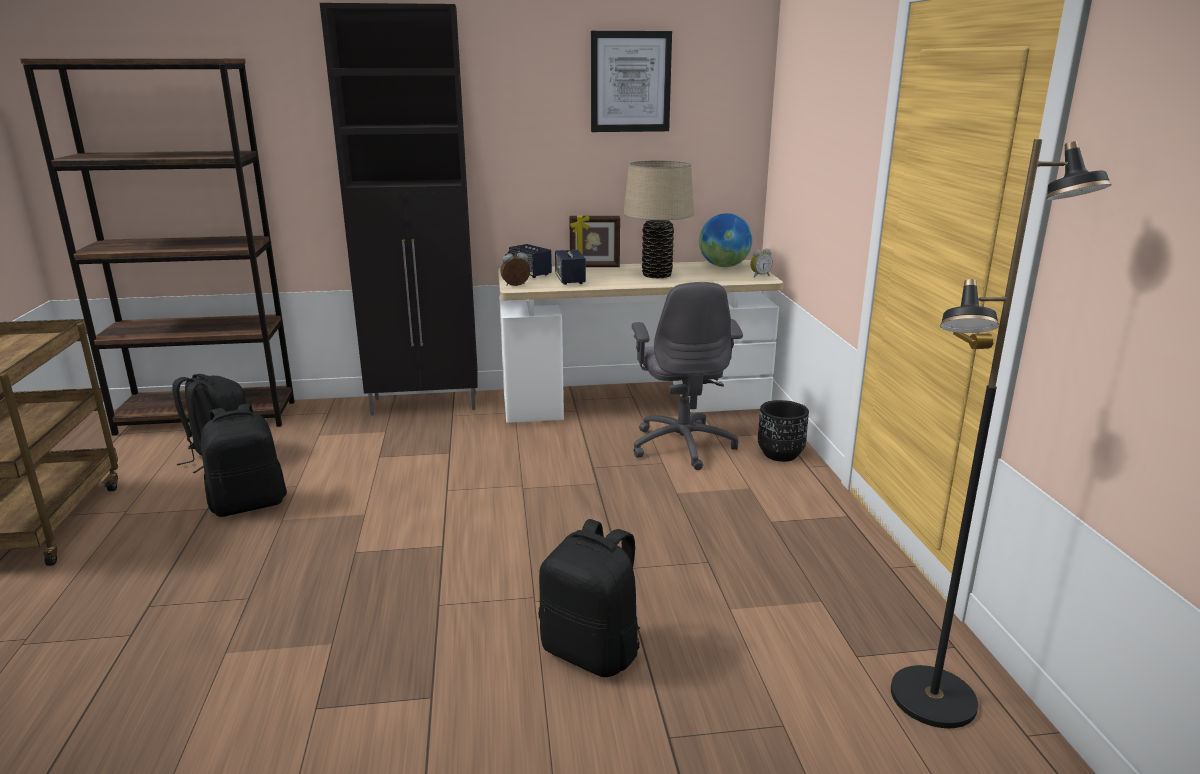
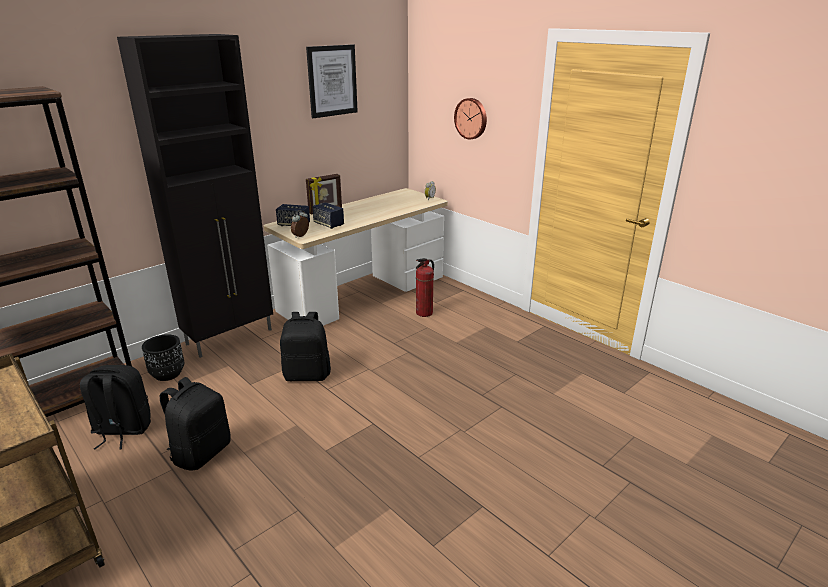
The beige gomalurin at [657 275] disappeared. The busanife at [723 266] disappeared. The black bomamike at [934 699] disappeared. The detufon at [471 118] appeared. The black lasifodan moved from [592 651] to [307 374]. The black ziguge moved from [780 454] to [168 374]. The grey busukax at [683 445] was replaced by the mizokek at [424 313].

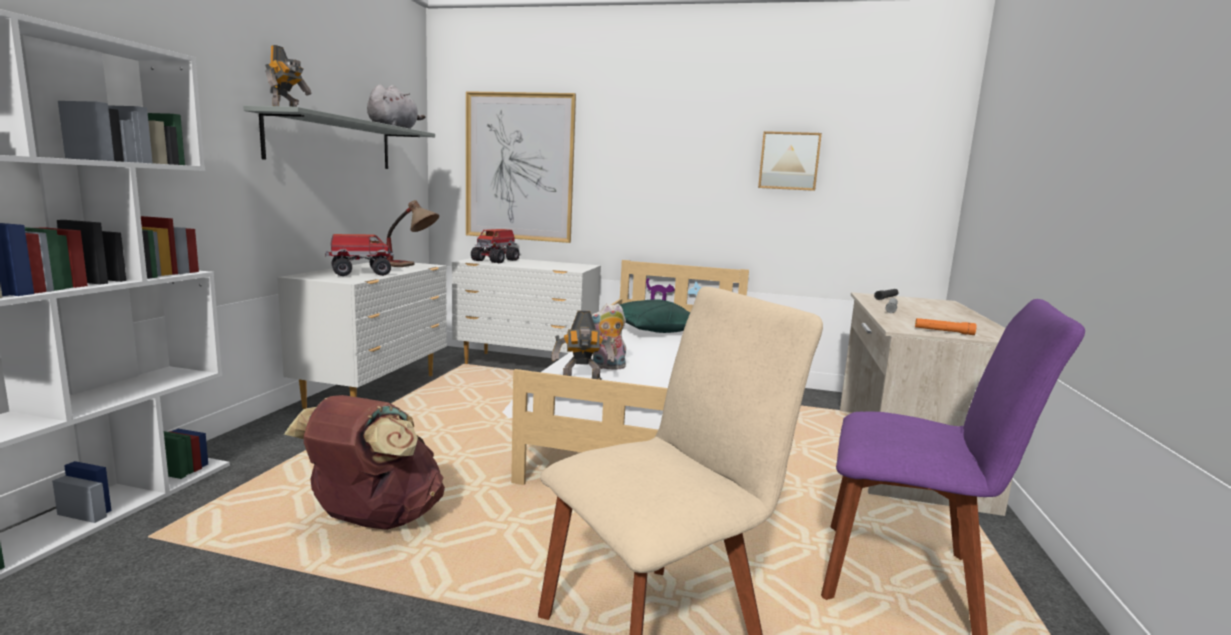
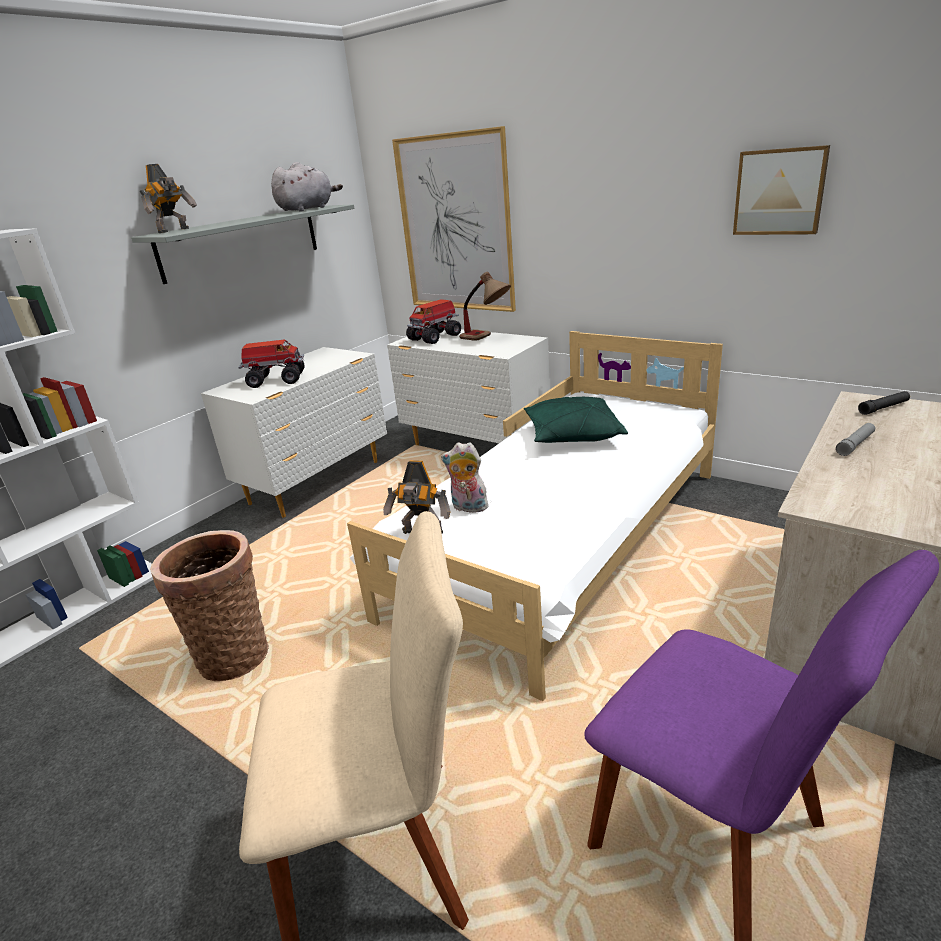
The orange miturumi at [943 331] disappeared. The gomalurin moved from [411 266] to [487 338]. The brown lasifodan at [374 520] was replaced by the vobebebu at [233 654].

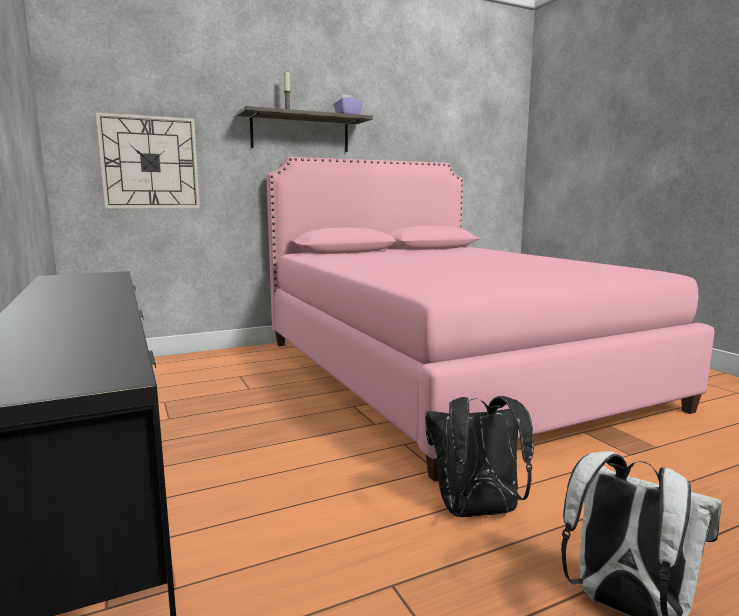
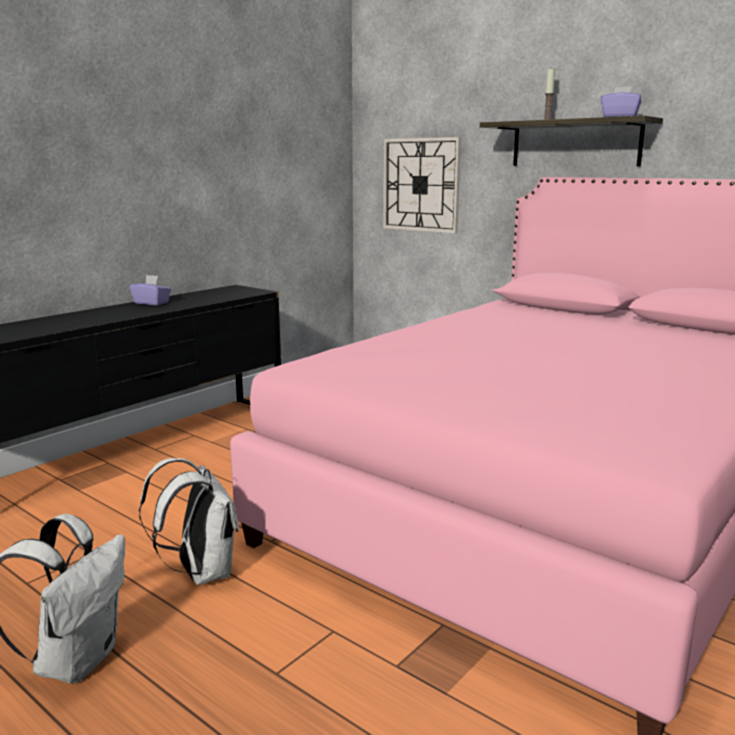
The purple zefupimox at [152 303] appeared. The black lasifodan at [476 512] became the white lasifodan at [200 572].

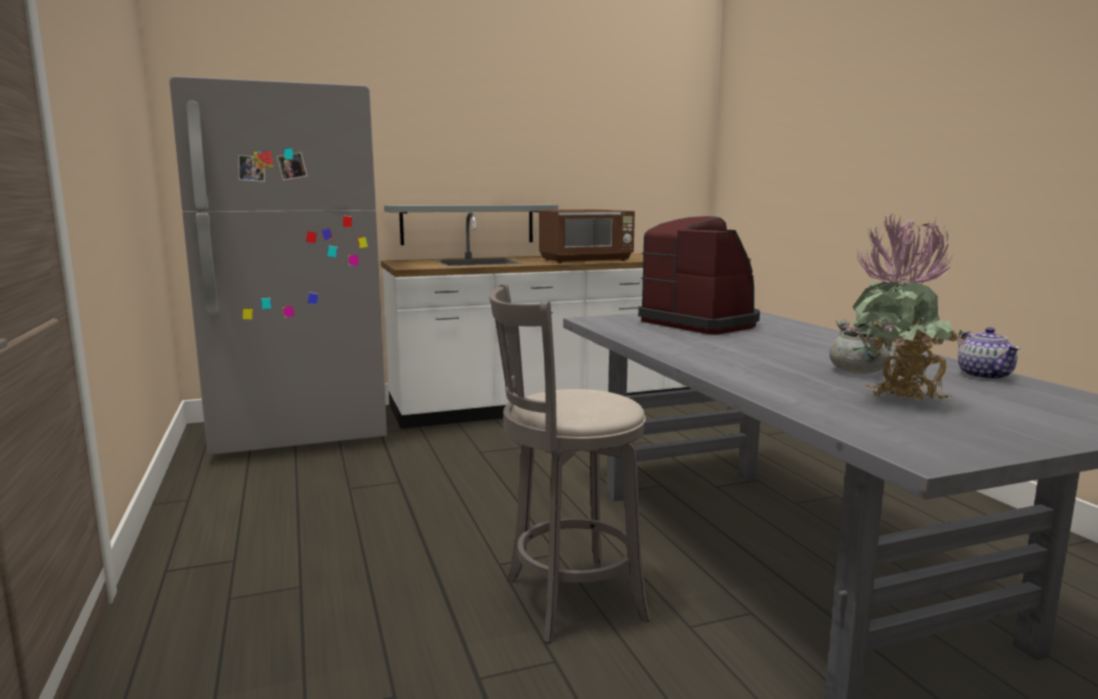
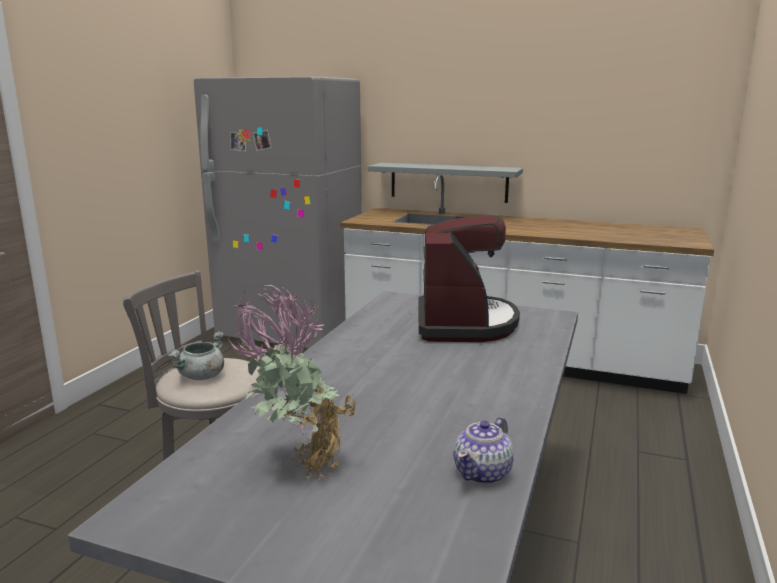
The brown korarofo at [587 260] disappeared. The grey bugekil moved from [859 372] to [201 377].

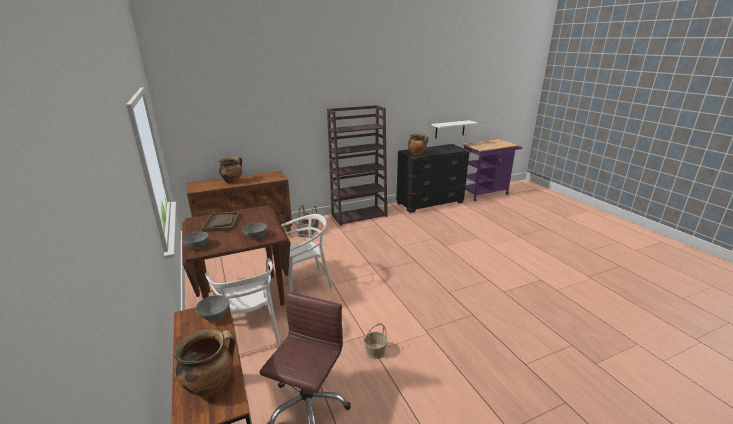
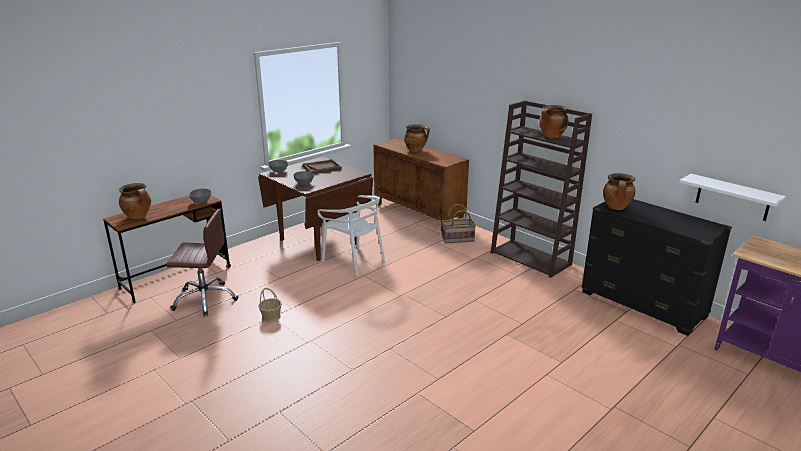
The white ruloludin at [250 333] disappeared. The bugekil at [551 137] appeared.

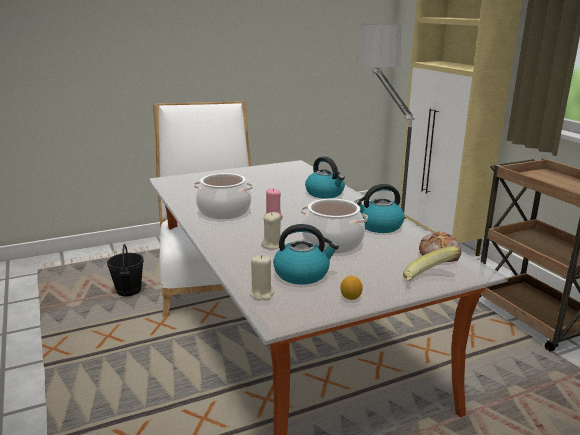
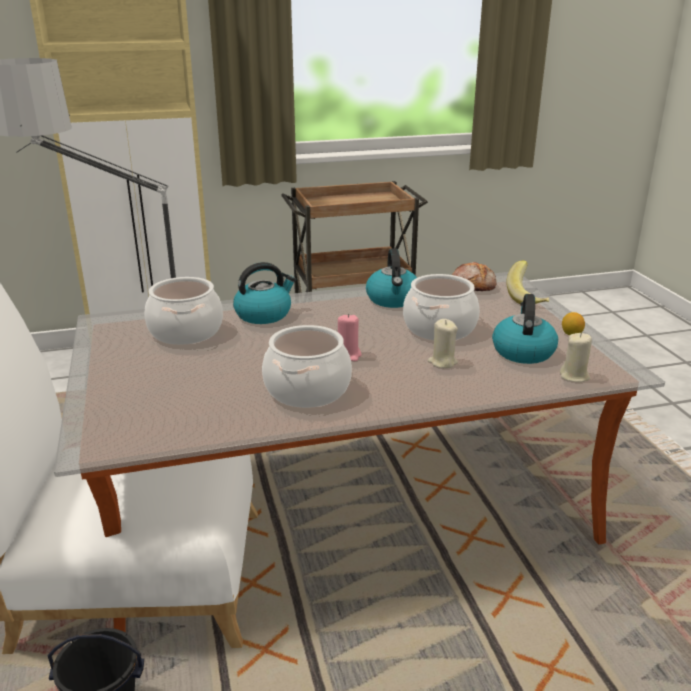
The bugekil at [185 331] appeared.

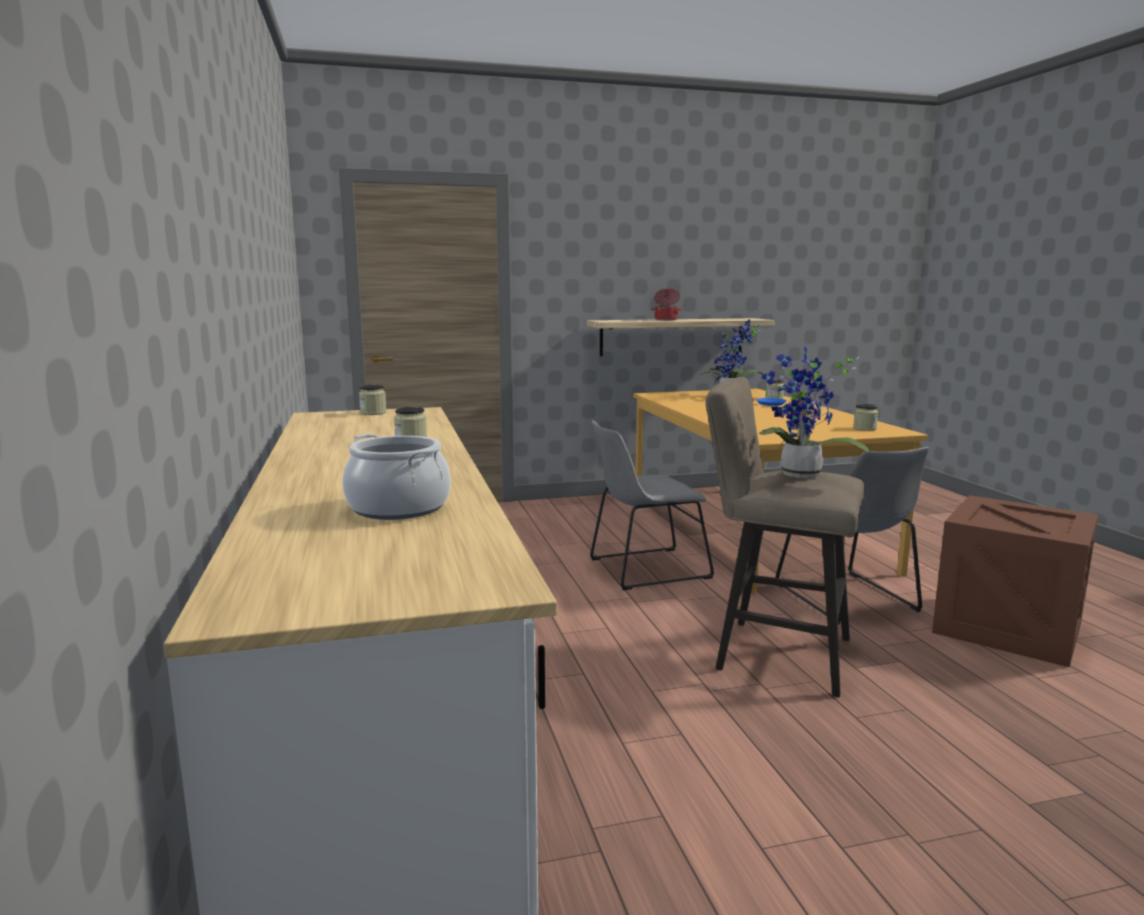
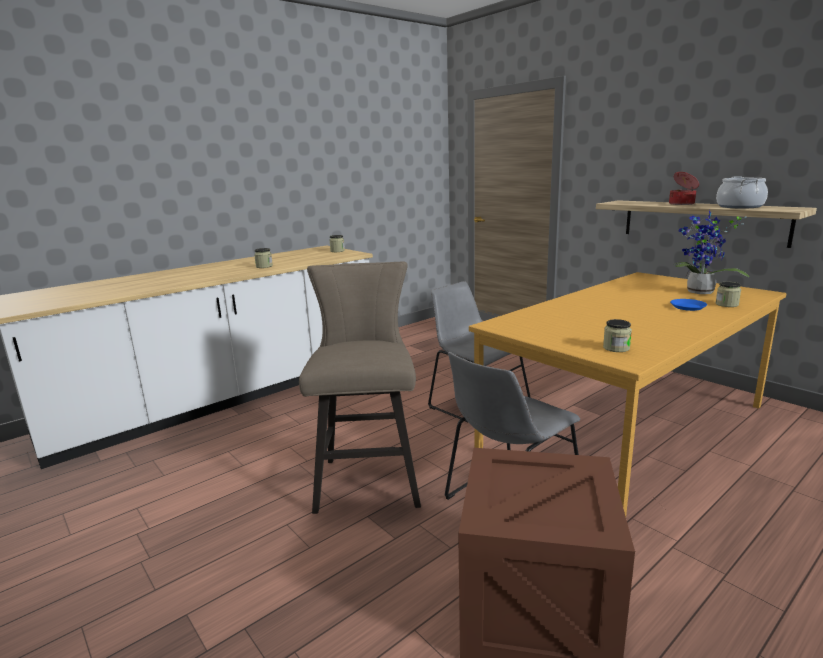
The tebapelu at [799 476] disappeared. The bugekil moved from [399 508] to [740 206].

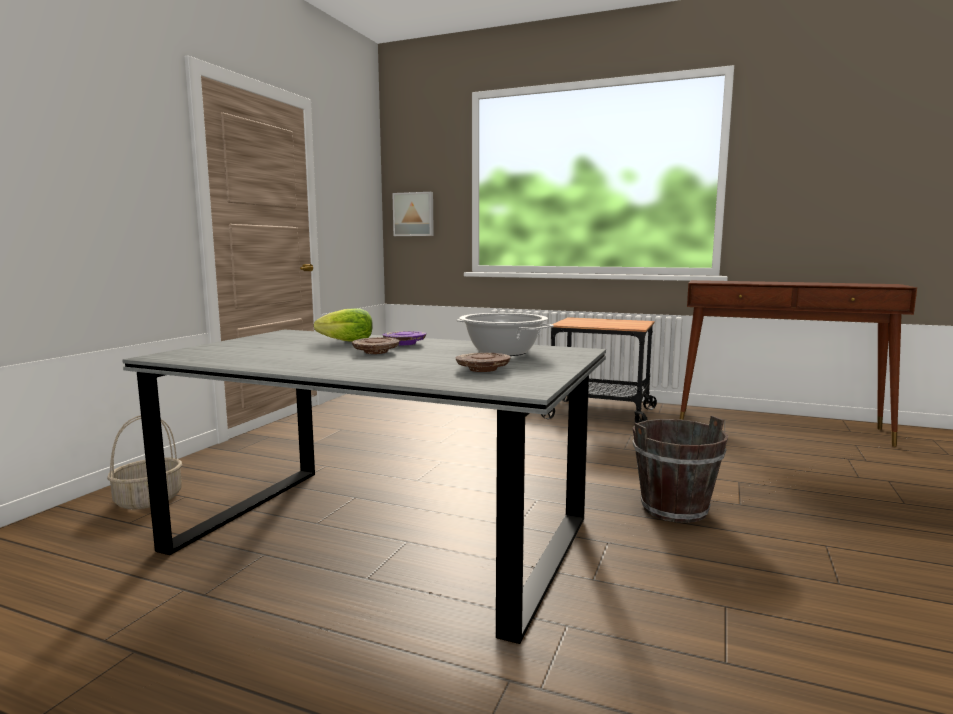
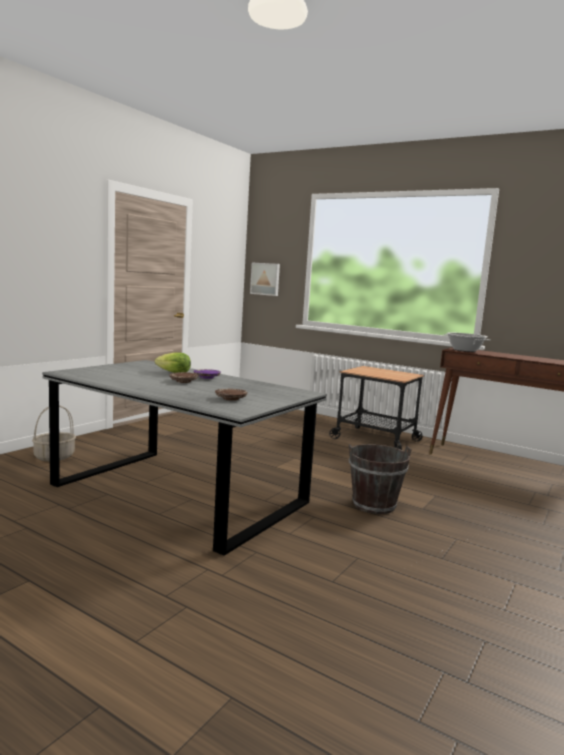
The bugekil moved from [503 352] to [465 350].

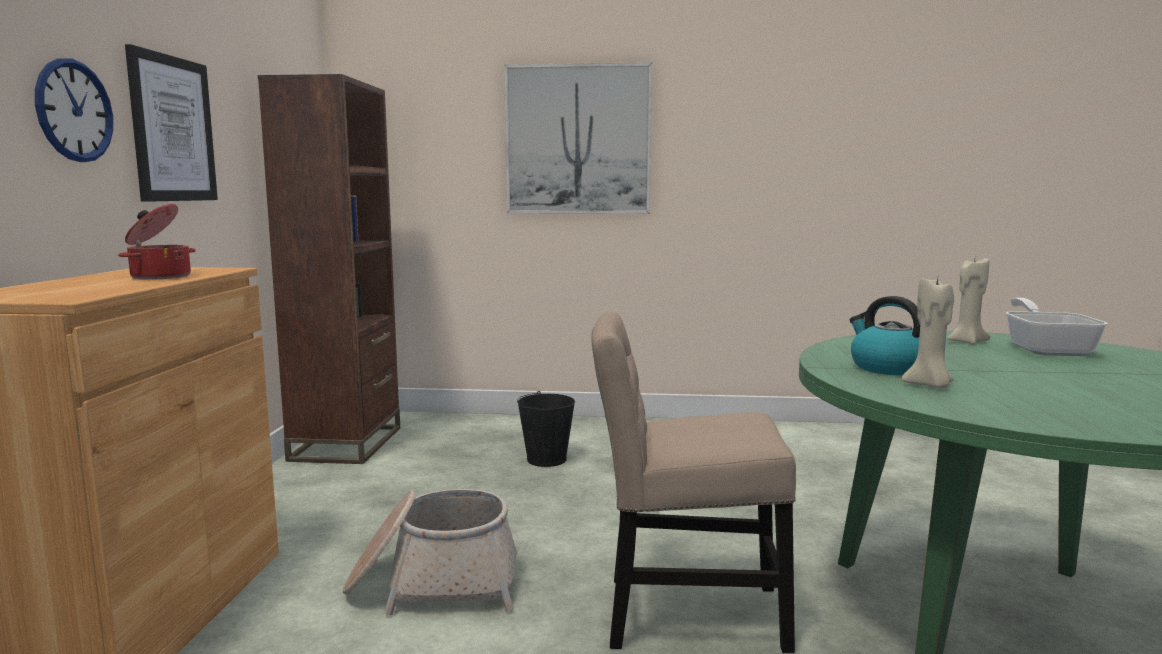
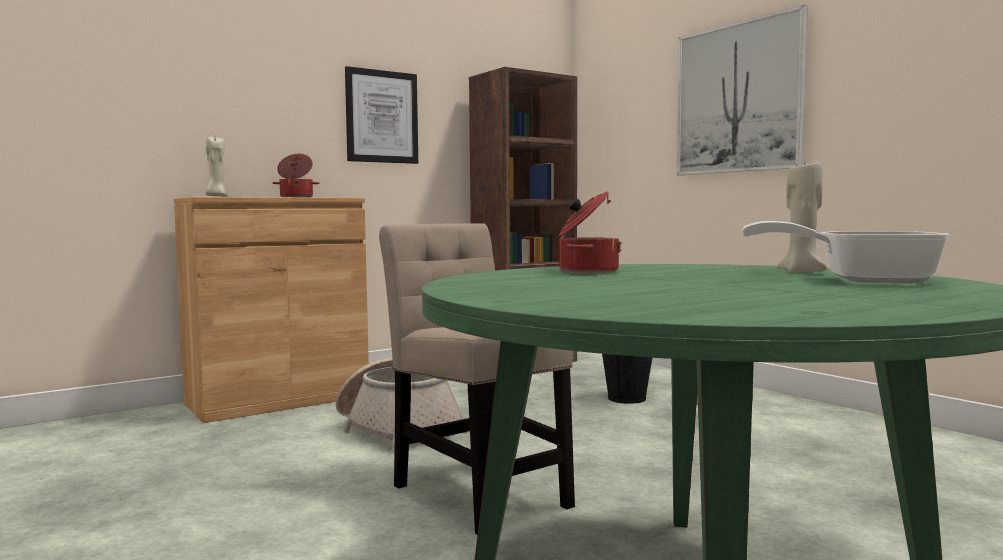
The detufon at [74 111] disappeared. The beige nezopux moved from [929 385] to [216 196]. The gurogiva at [887 368] was replaced by the bugekil at [586 271]. The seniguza at [1046 349] turned 135 degrees counterclockwise.

